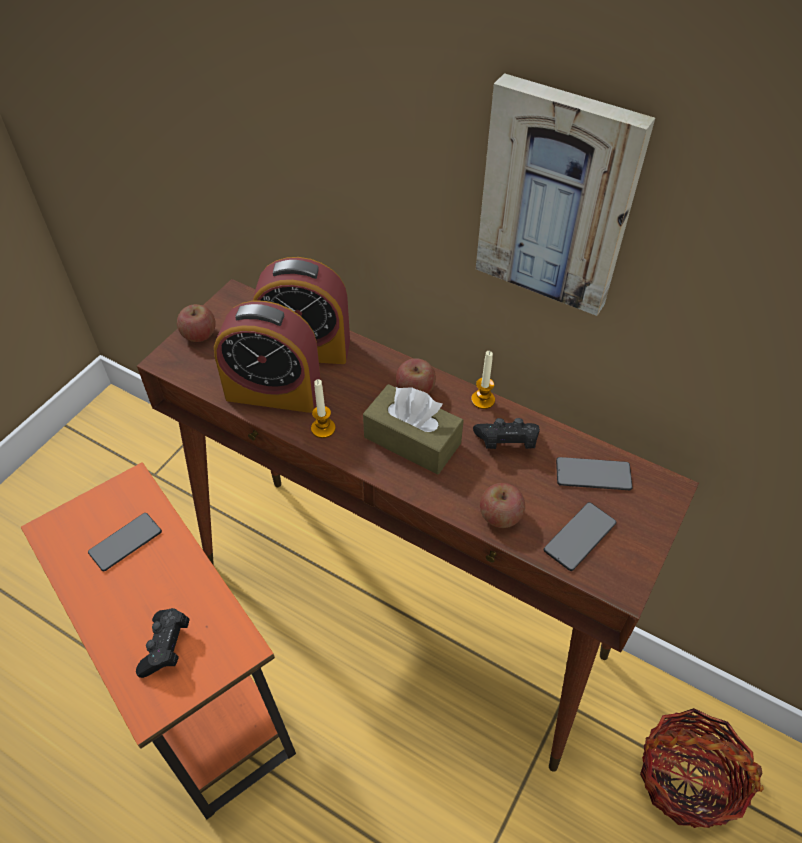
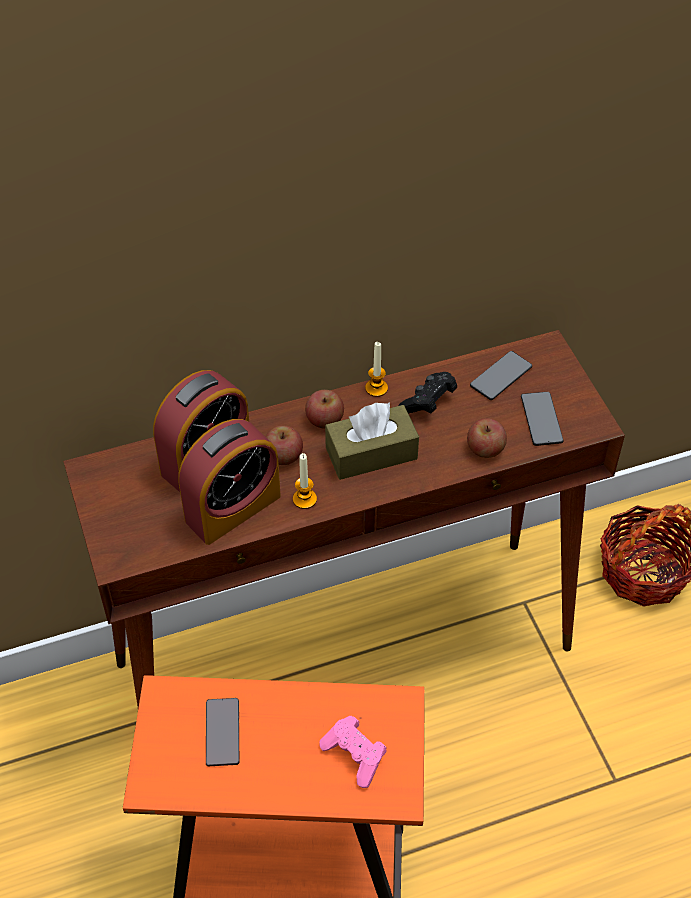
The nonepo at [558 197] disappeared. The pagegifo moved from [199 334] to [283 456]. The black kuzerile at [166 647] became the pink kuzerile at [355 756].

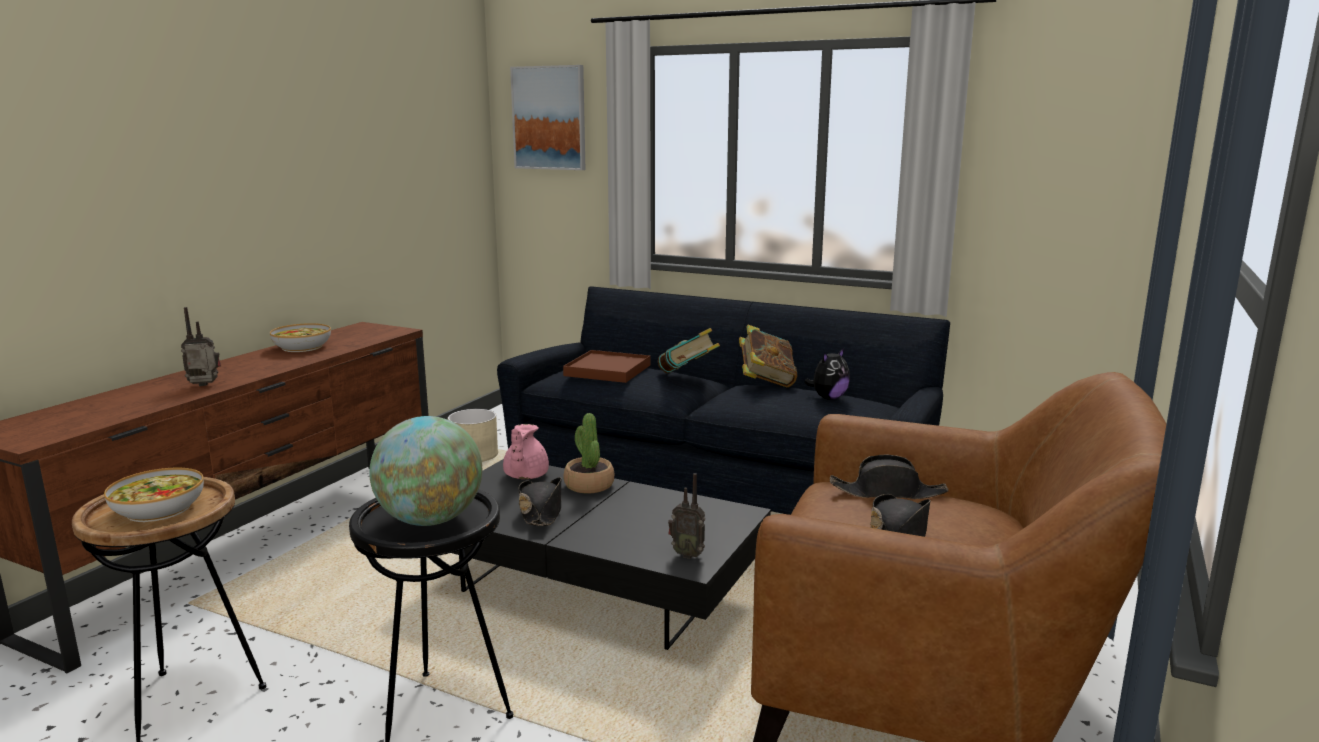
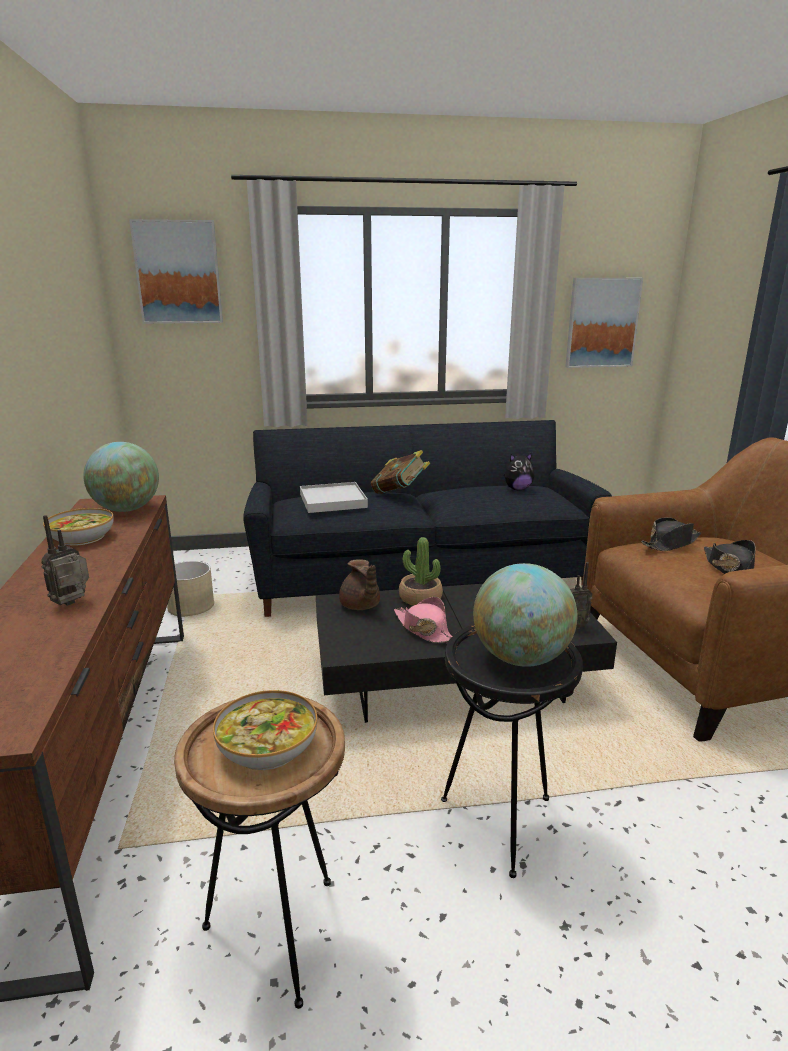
The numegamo at [766 381] disappeared. The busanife at [126 509] appeared. The nonepo at [602 323] appeared. The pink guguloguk at [525 476] became the brown guguloguk at [360 606]. The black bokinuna at [541 511] became the pink bokinuna at [425 630]. The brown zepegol at [608 370] became the white zepegol at [333 501]. The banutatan at [828 398] turned 60 degrees clockwise.

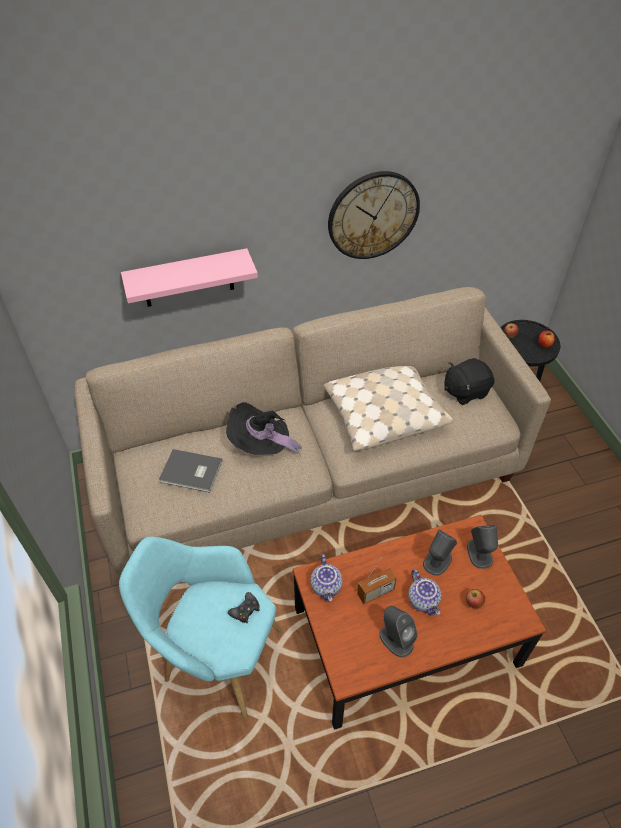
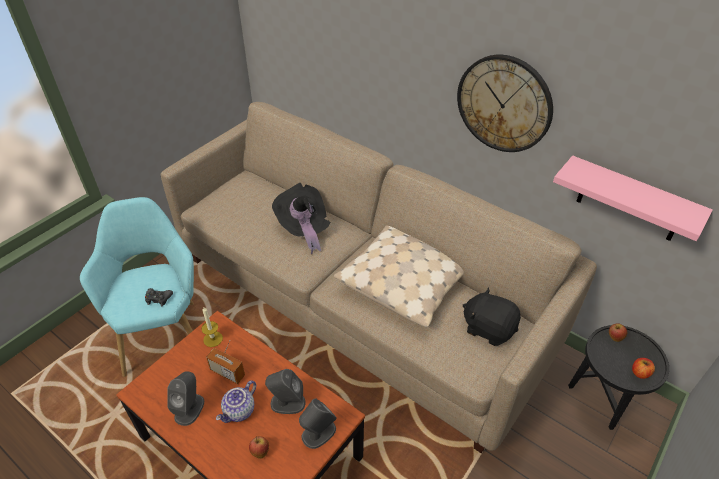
The grey numegamo at [191 473] disappeared. The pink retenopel moved from [188 278] to [630 200]. The guguloguk at [327 587] was replaced by the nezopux at [213 339].

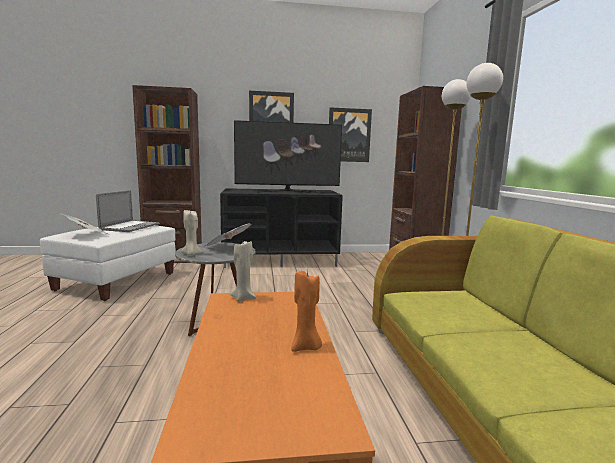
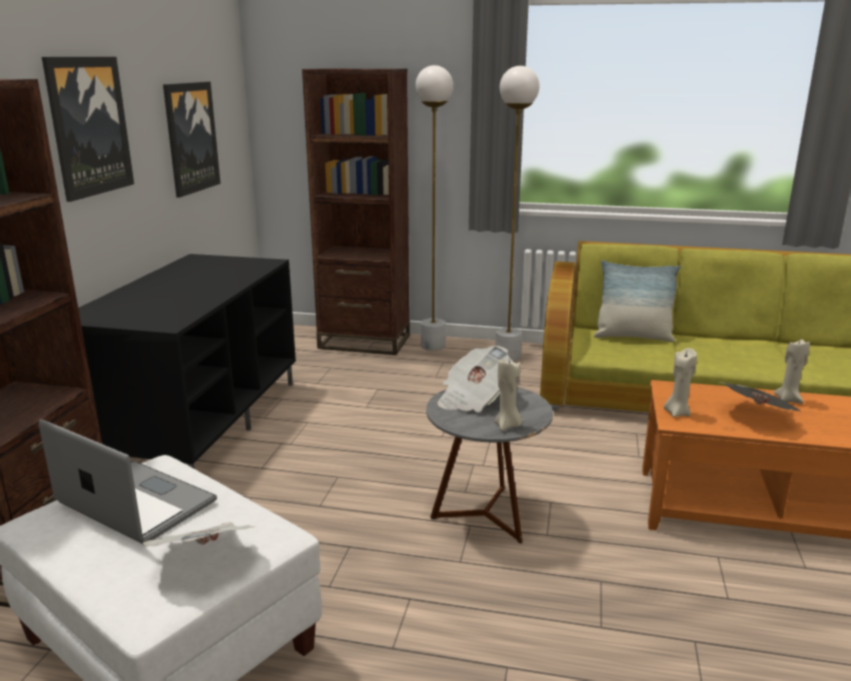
The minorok at [287 191] disappeared. The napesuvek at [633 337] appeared. The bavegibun at [758 417] appeared. The orange nezopux at [306 347] became the beige nezopux at [788 399].

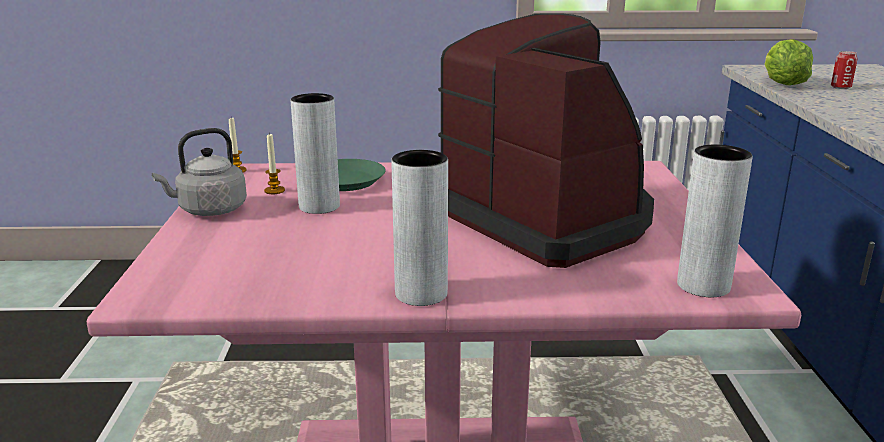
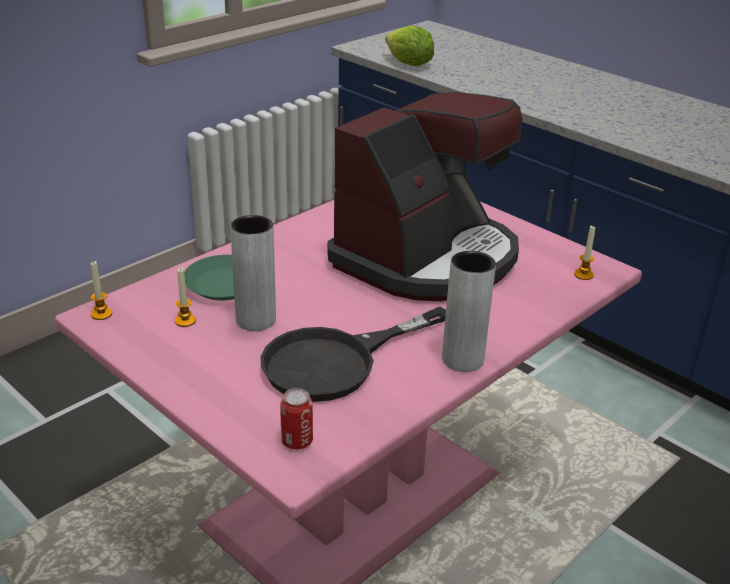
The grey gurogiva at [209 210] disappeared. The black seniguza at [336 361] appeared. The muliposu moved from [840 87] to [297 441]. The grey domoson at [703 286] was replaced by the nezopux at [583 275]. The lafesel at [547 218] turned 120 degrees clockwise.

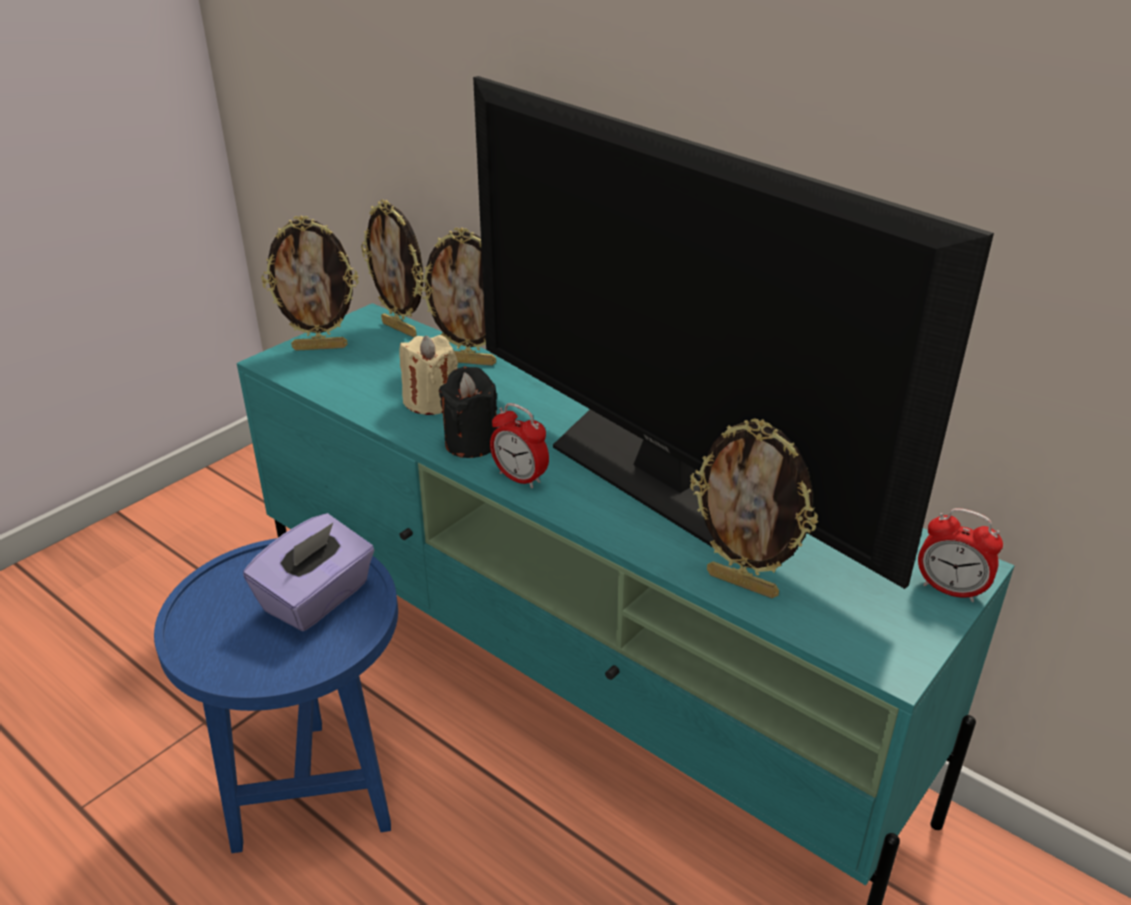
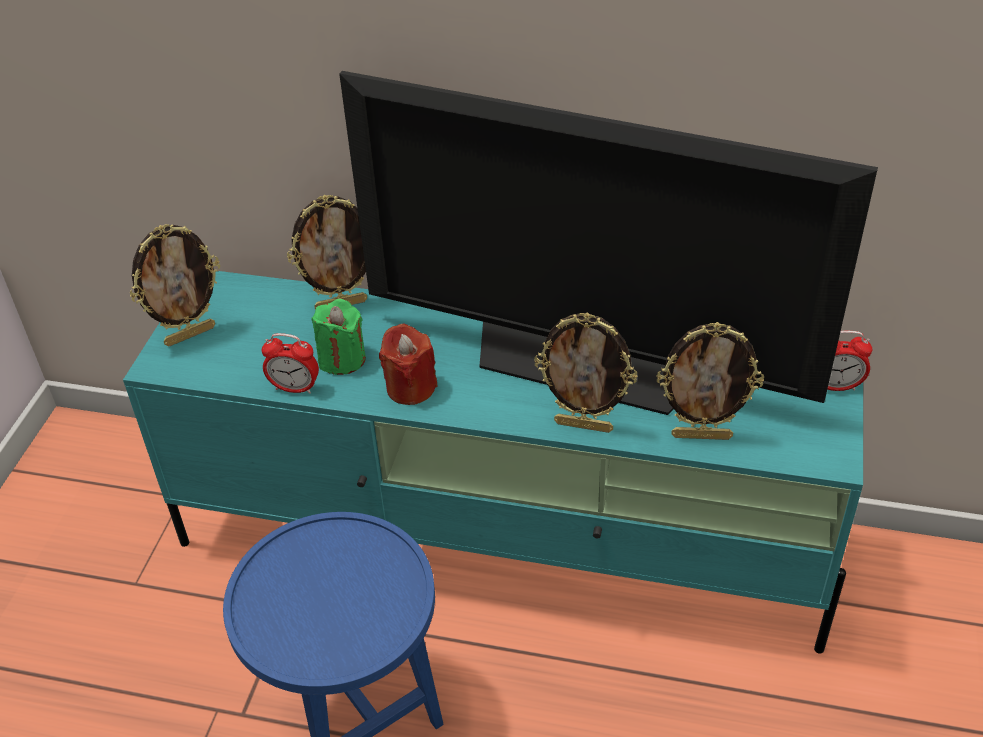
The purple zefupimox at [317 598] disappeared. The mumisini moved from [401 329] to [584 425]. The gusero moved from [520 478] to [295 388]. The beige nezopux at [430 402] became the green nezopux at [342 359]. The black nezopux at [471 443] became the red nezopux at [410 387].

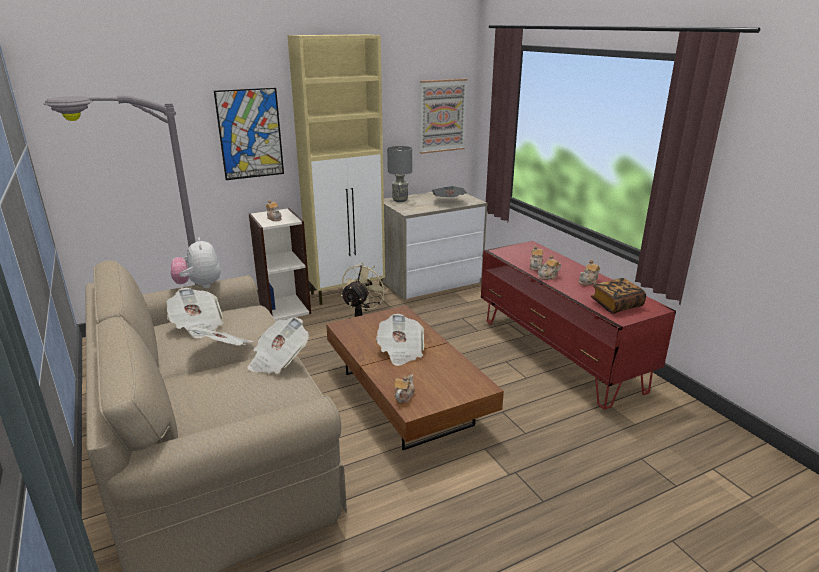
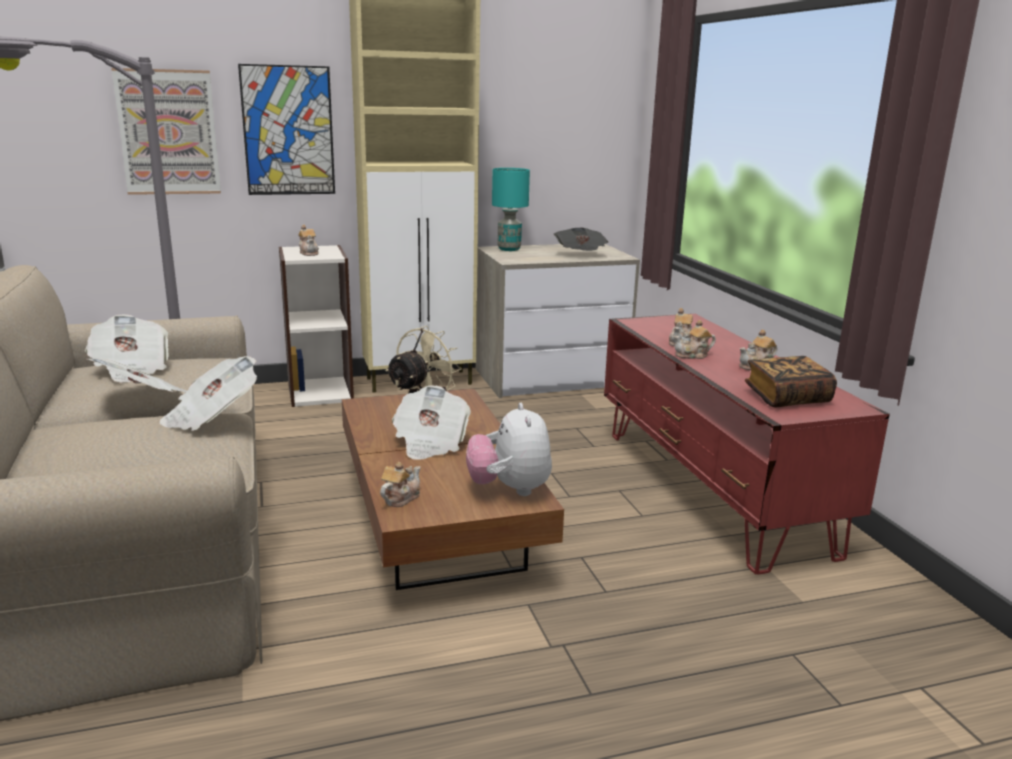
The banutatan moved from [199 286] to [509 489]. The nonepo moved from [442 116] to [168 132]. The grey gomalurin at [400 200] became the turquoise gomalurin at [509 249].

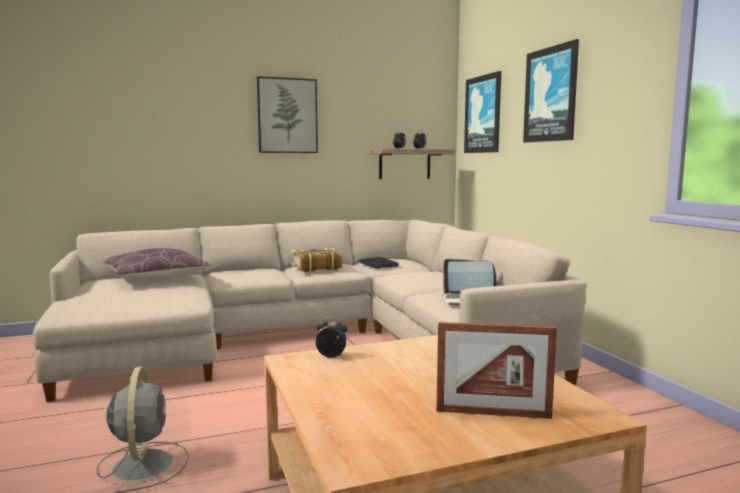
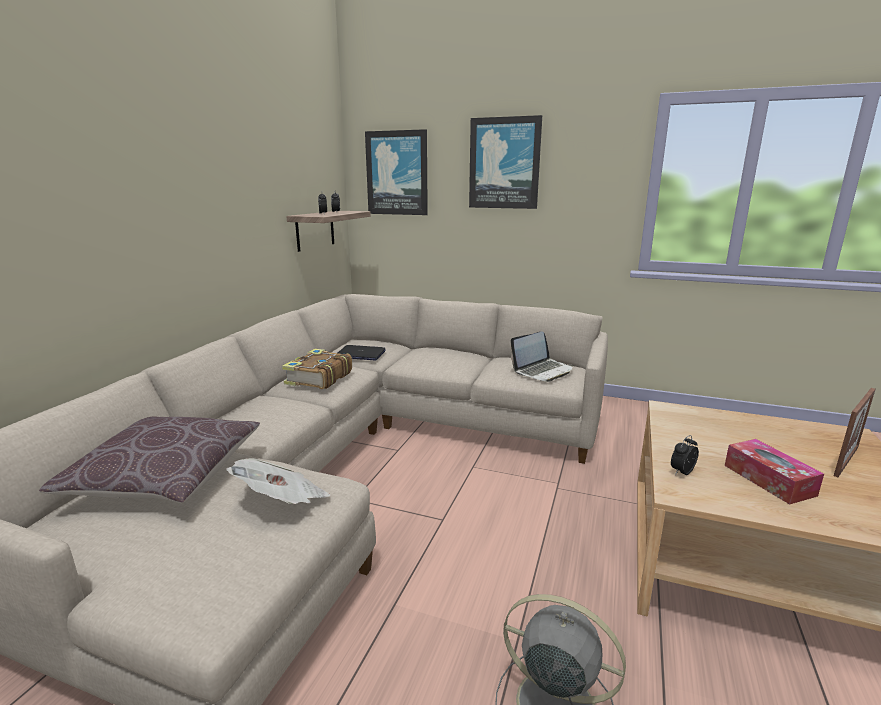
The nonepo at [287 116] disappeared. The bavegibun at [283 502] appeared. The zefupimox at [768 480] appeared.

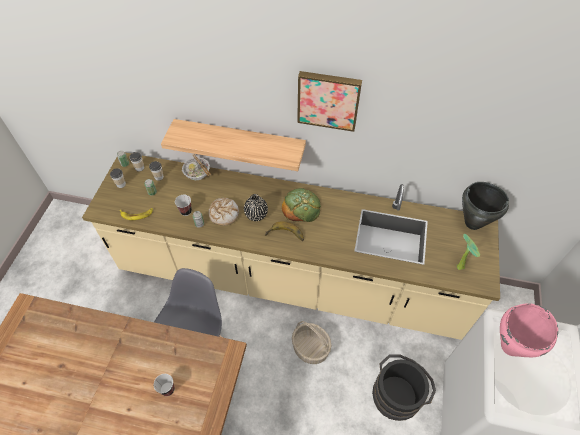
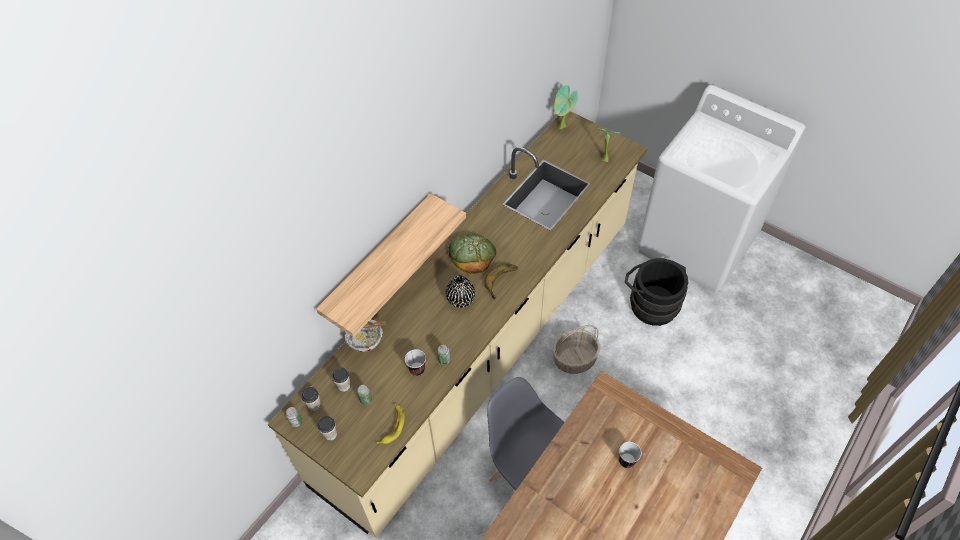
The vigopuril at [224 214] disappeared. The nonepo at [328 100] disappeared. The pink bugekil at [511 346] disappeared. The black bugekil at [472 222] was replaced by the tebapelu at [562 128].

